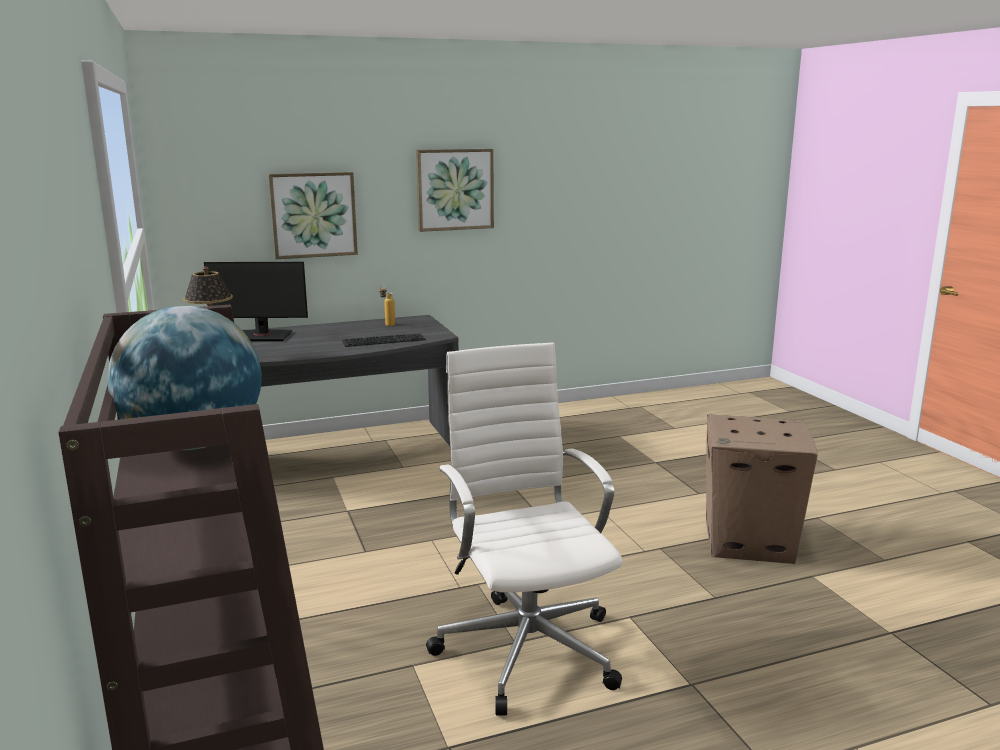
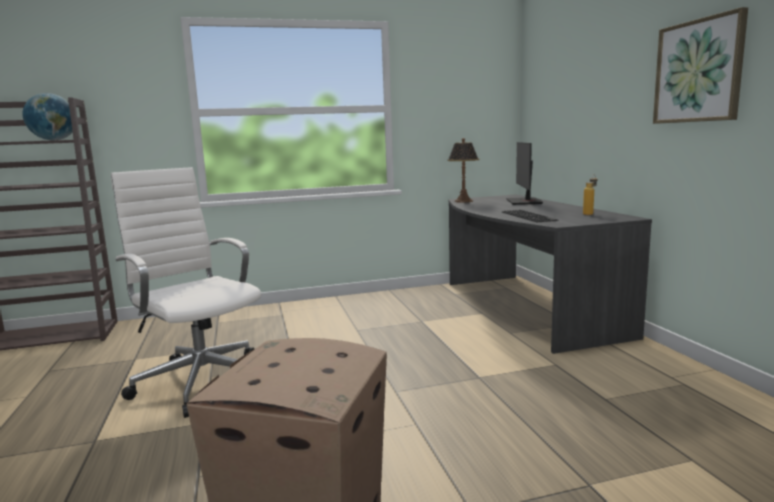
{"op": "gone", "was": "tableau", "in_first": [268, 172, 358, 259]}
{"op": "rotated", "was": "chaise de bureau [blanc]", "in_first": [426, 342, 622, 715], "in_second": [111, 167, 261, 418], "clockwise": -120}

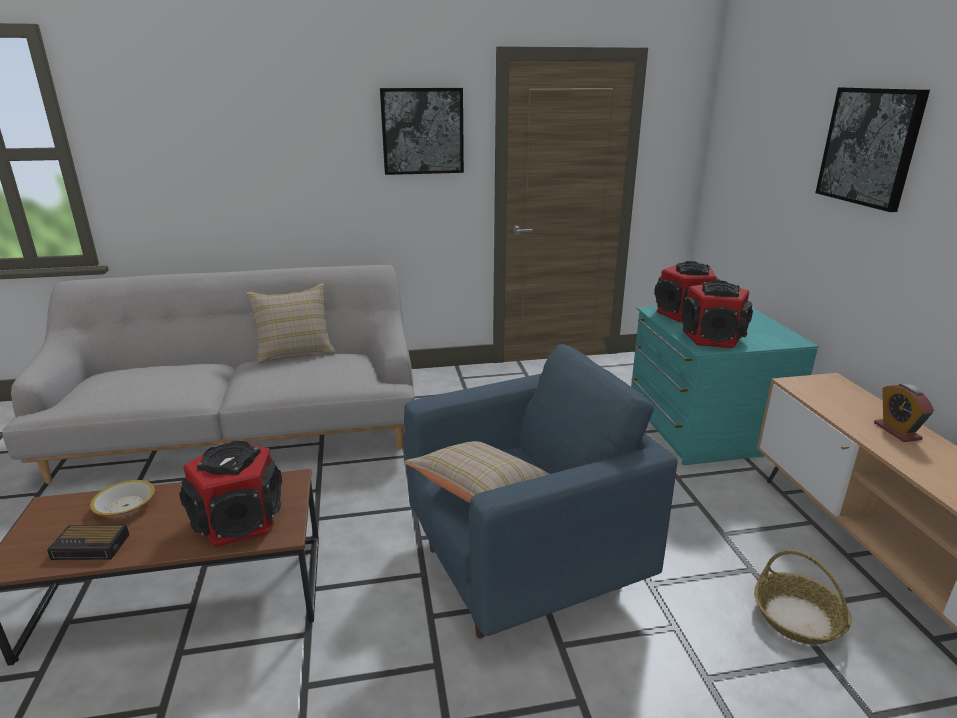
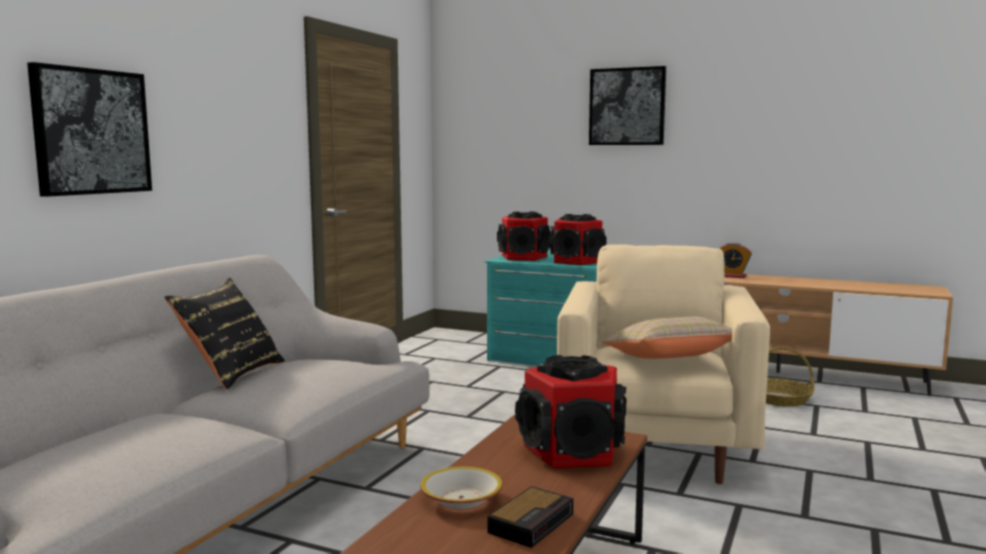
{"op": "shifted", "was": "tableau", "in_first": [380, 88, 464, 175], "in_second": [27, 62, 152, 197]}
{"op": "repainted", "was": "coussin [beige]", "now": "coussin [noir]", "in_first": [246, 283, 336, 364], "in_second": [164, 278, 285, 390]}
{"op": "repainted", "was": "fauteuil [bleu]", "now": "fauteuil [beige]", "in_first": [404, 344, 677, 639], "in_second": [557, 244, 770, 484]}

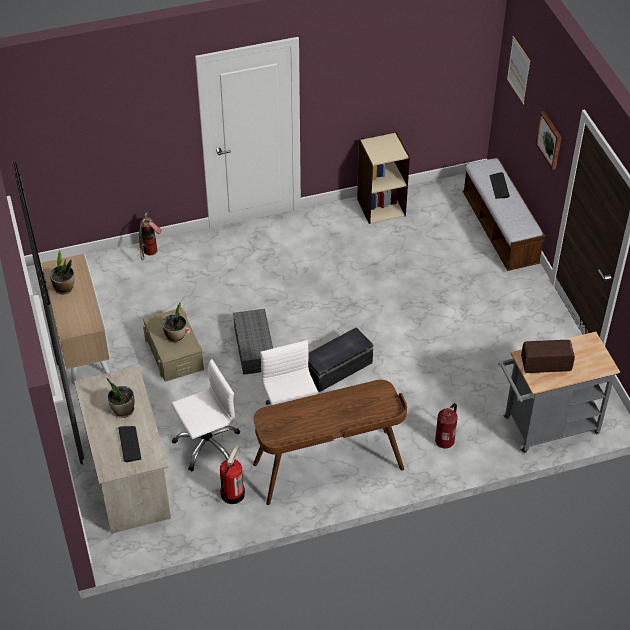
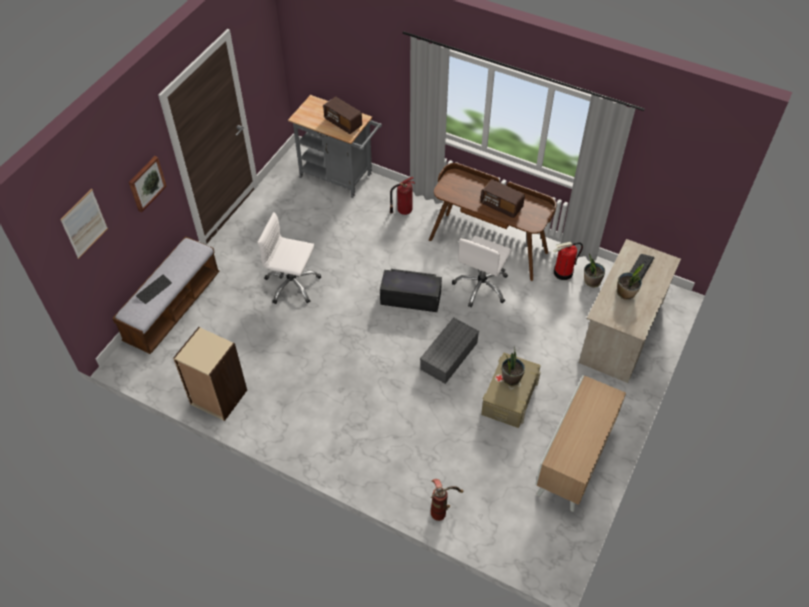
{"op": "new", "now": "radio", "in_second": [481, 179, 525, 218]}
{"op": "shifted", "was": "plante en pot", "in_first": [50, 250, 74, 294], "in_second": [584, 253, 605, 288]}
{"op": "shifted", "was": "chaise de bureau [blanc]", "in_first": [171, 359, 240, 471], "in_second": [257, 212, 321, 304]}

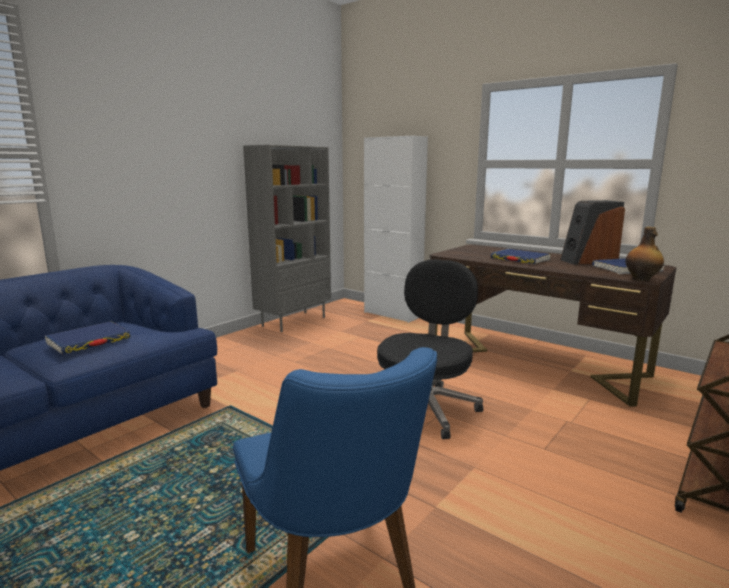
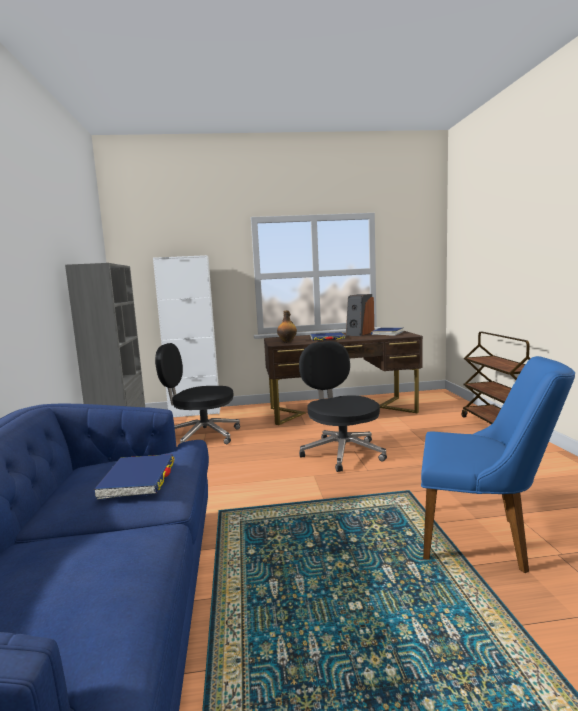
{"op": "new", "now": "chaise de bureau [noir]", "in_second": [155, 343, 240, 445]}
{"op": "shifted", "was": "bouteille", "in_first": [625, 227, 664, 281], "in_second": [277, 311, 297, 343]}

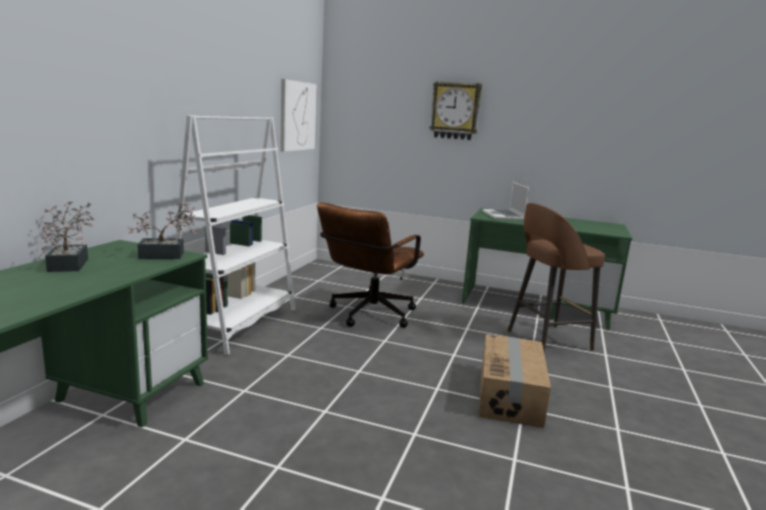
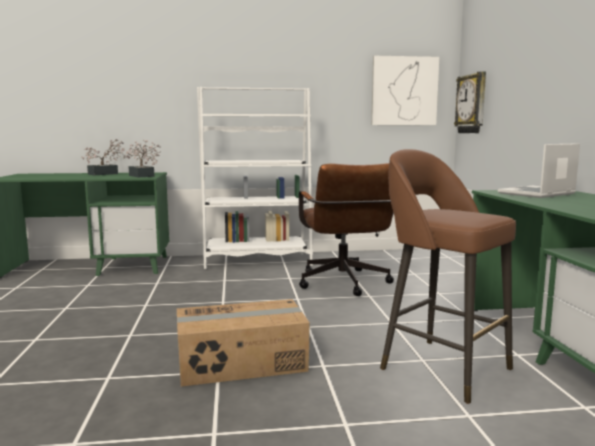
{"op": "shifted", "was": "horloge murale", "in_first": [430, 81, 482, 140], "in_second": [454, 71, 486, 133]}
{"op": "rotated", "was": "chaise de bureau [marron]", "in_first": [317, 203, 424, 328], "in_second": [299, 163, 394, 296], "clockwise": -105}

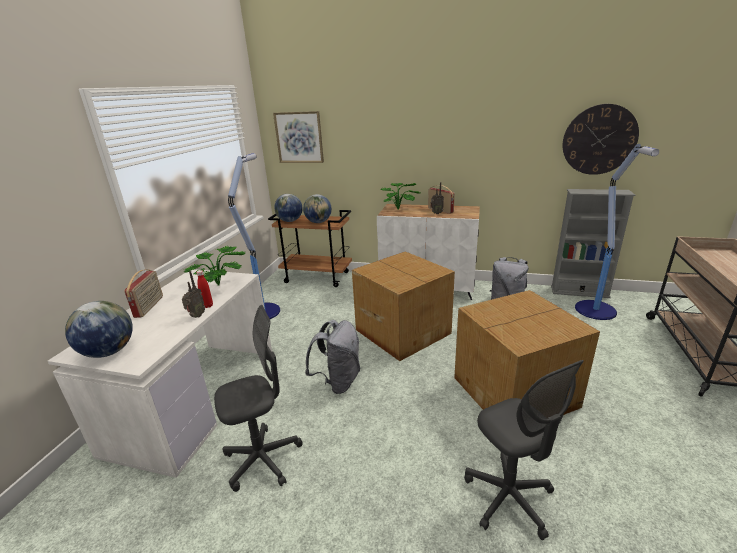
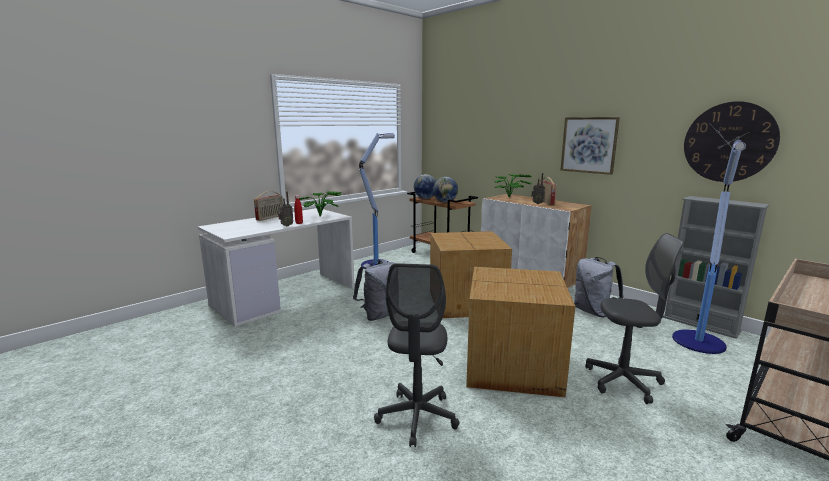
{"op": "gone", "was": "globe", "in_first": [65, 301, 133, 358]}
{"op": "shifted", "was": "chaise de bureau [gris]", "in_first": [214, 305, 303, 492], "in_second": [585, 233, 684, 404]}
{"op": "shifted", "was": "tableau", "in_first": [273, 111, 324, 163], "in_second": [560, 117, 620, 175]}

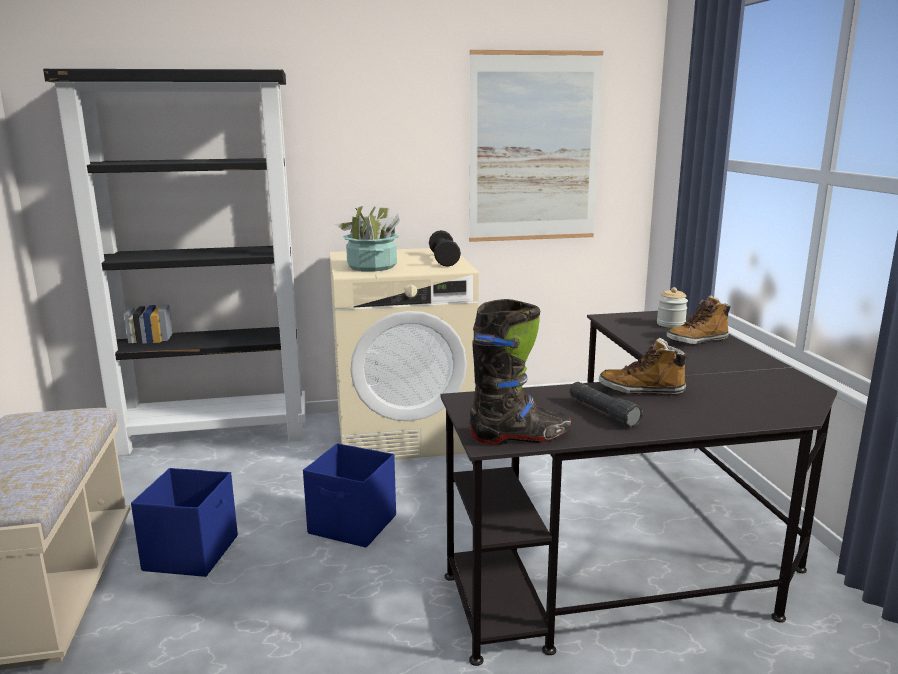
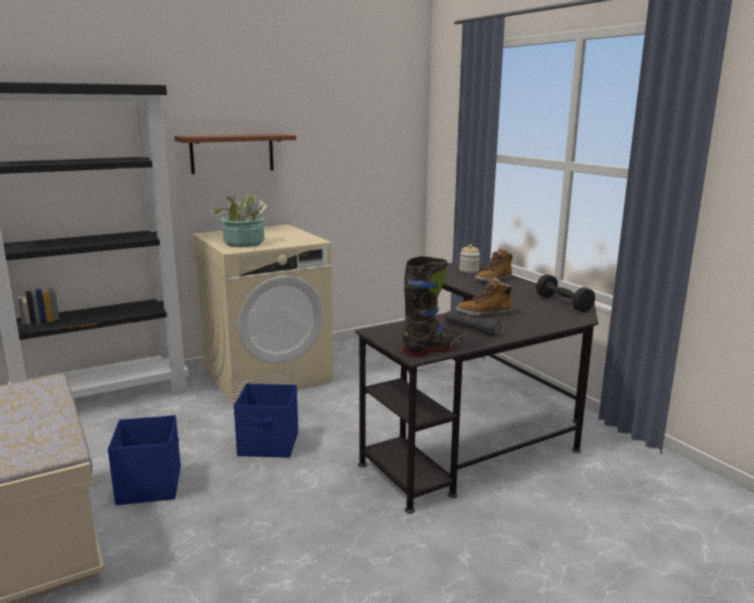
{"op": "gone", "was": "tableau", "in_first": [469, 50, 603, 242]}
{"op": "new", "now": "étagère [marron]", "in_second": [174, 134, 296, 174]}
{"op": "shifted", "was": "haltère [noir]", "in_first": [429, 230, 461, 267], "in_second": [536, 274, 595, 312]}

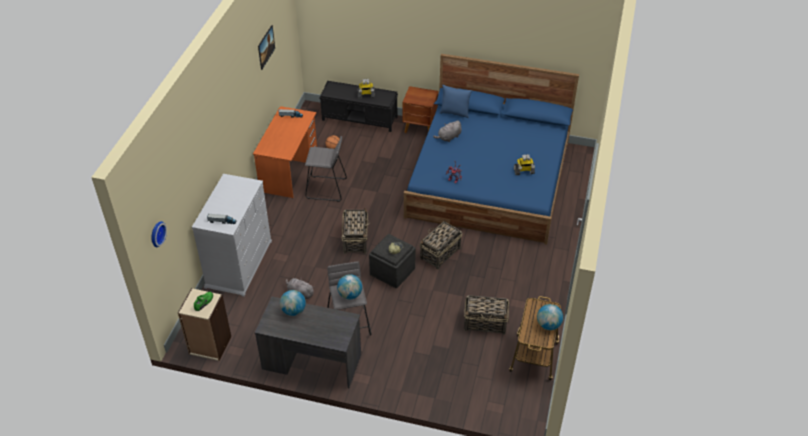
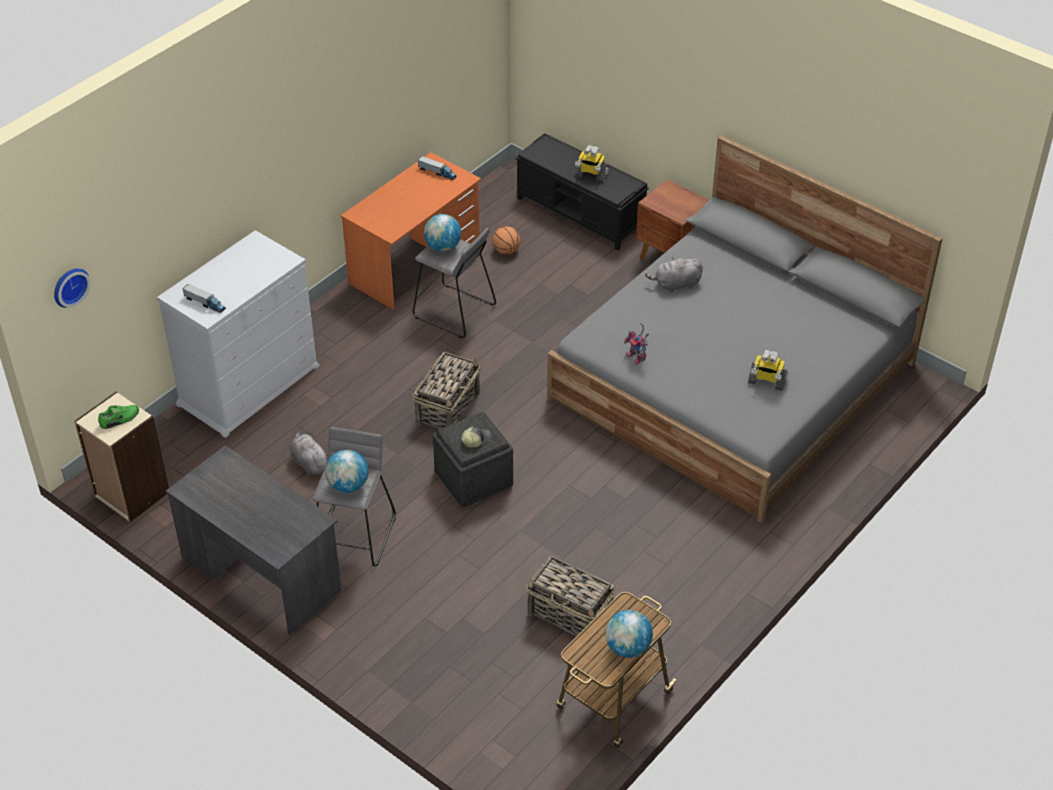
{"op": "gone", "was": "tableau", "in_first": [258, 25, 275, 70]}
{"op": "gone", "was": "panier", "in_first": [420, 220, 462, 270]}
{"op": "gone", "was": "coussin [bleu]", "in_first": [440, 85, 472, 119]}
{"op": "shifted", "was": "globe", "in_first": [280, 290, 306, 316], "in_second": [424, 214, 461, 252]}
{"op": "repainted", "was": "lit [bleu]", "now": "lit [gris]", "in_first": [404, 54, 579, 245], "in_second": [547, 135, 943, 523]}

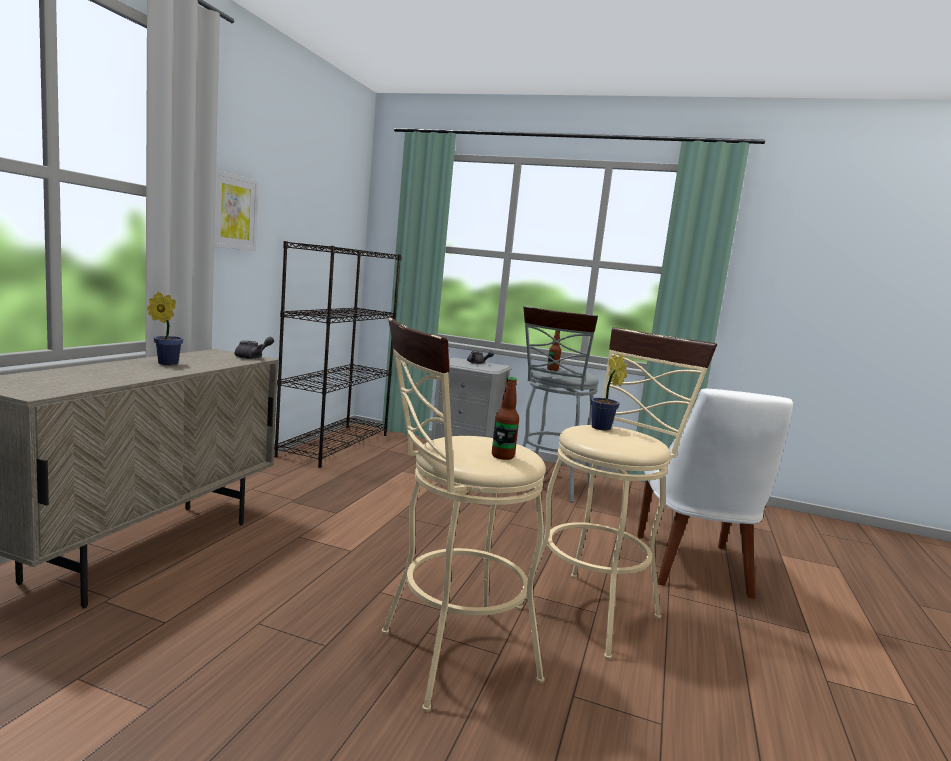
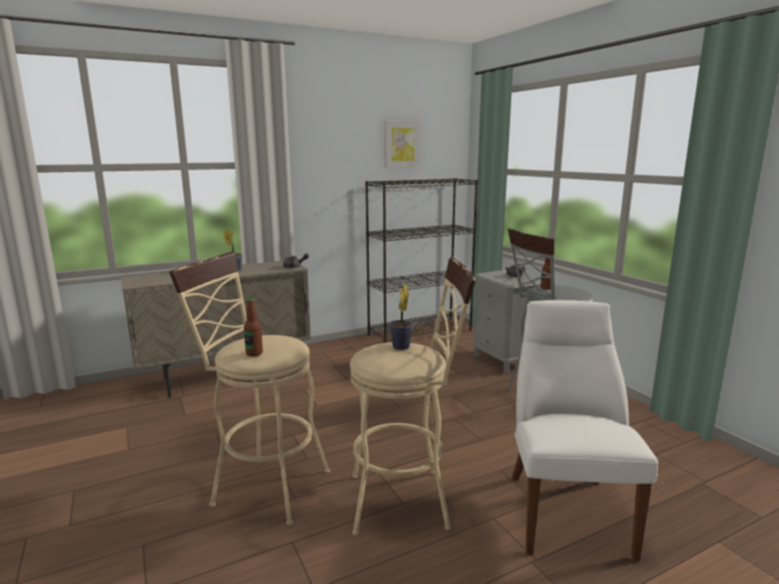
{"op": "shifted", "was": "tableau", "in_first": [214, 170, 258, 251], "in_second": [384, 121, 420, 168]}
{"op": "rotated", "was": "chaise [blanc]", "in_first": [637, 389, 793, 599], "in_second": [511, 300, 658, 561], "clockwise": 135}

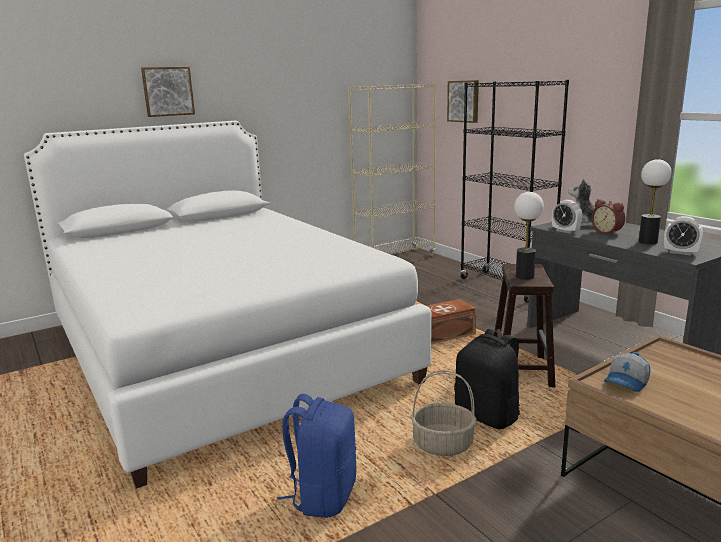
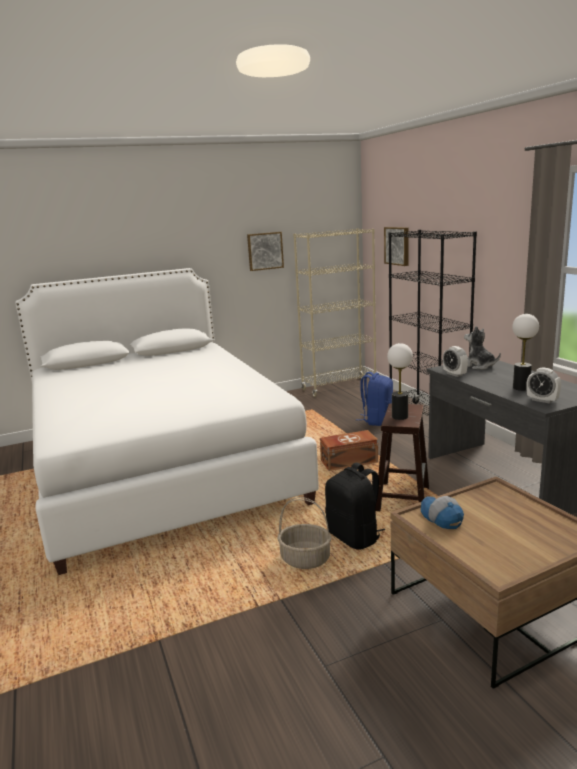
{"op": "gone", "was": "réveil", "in_first": [591, 199, 625, 235]}
{"op": "shifted", "was": "tableau", "in_first": [141, 67, 195, 117], "in_second": [247, 232, 284, 271]}
{"op": "shifted", "was": "sac à dos [bleu]", "in_first": [277, 394, 356, 518], "in_second": [360, 372, 393, 426]}
{"op": "rotated", "was": "casquette", "in_first": [604, 352, 651, 392], "in_second": [421, 496, 464, 529], "clockwise": 105}

